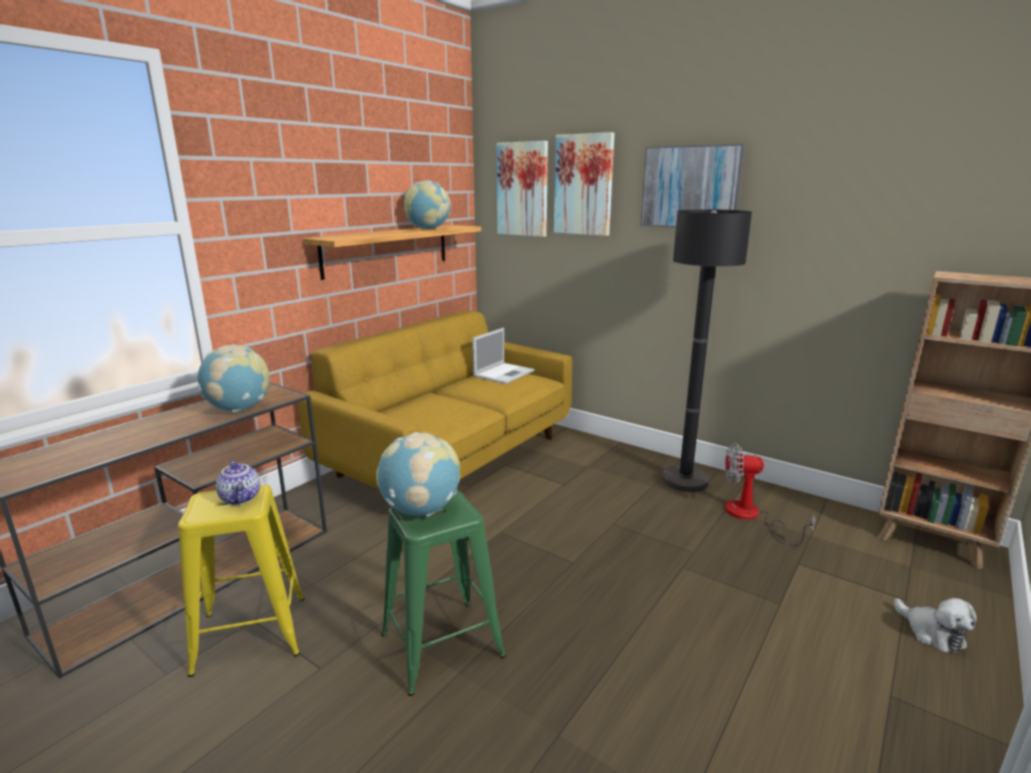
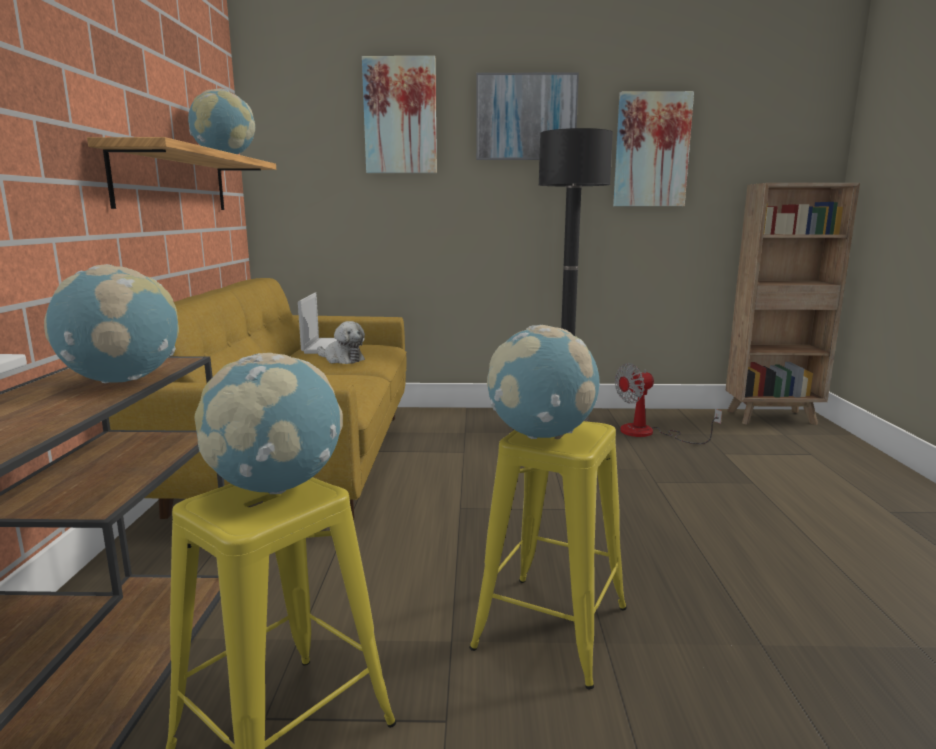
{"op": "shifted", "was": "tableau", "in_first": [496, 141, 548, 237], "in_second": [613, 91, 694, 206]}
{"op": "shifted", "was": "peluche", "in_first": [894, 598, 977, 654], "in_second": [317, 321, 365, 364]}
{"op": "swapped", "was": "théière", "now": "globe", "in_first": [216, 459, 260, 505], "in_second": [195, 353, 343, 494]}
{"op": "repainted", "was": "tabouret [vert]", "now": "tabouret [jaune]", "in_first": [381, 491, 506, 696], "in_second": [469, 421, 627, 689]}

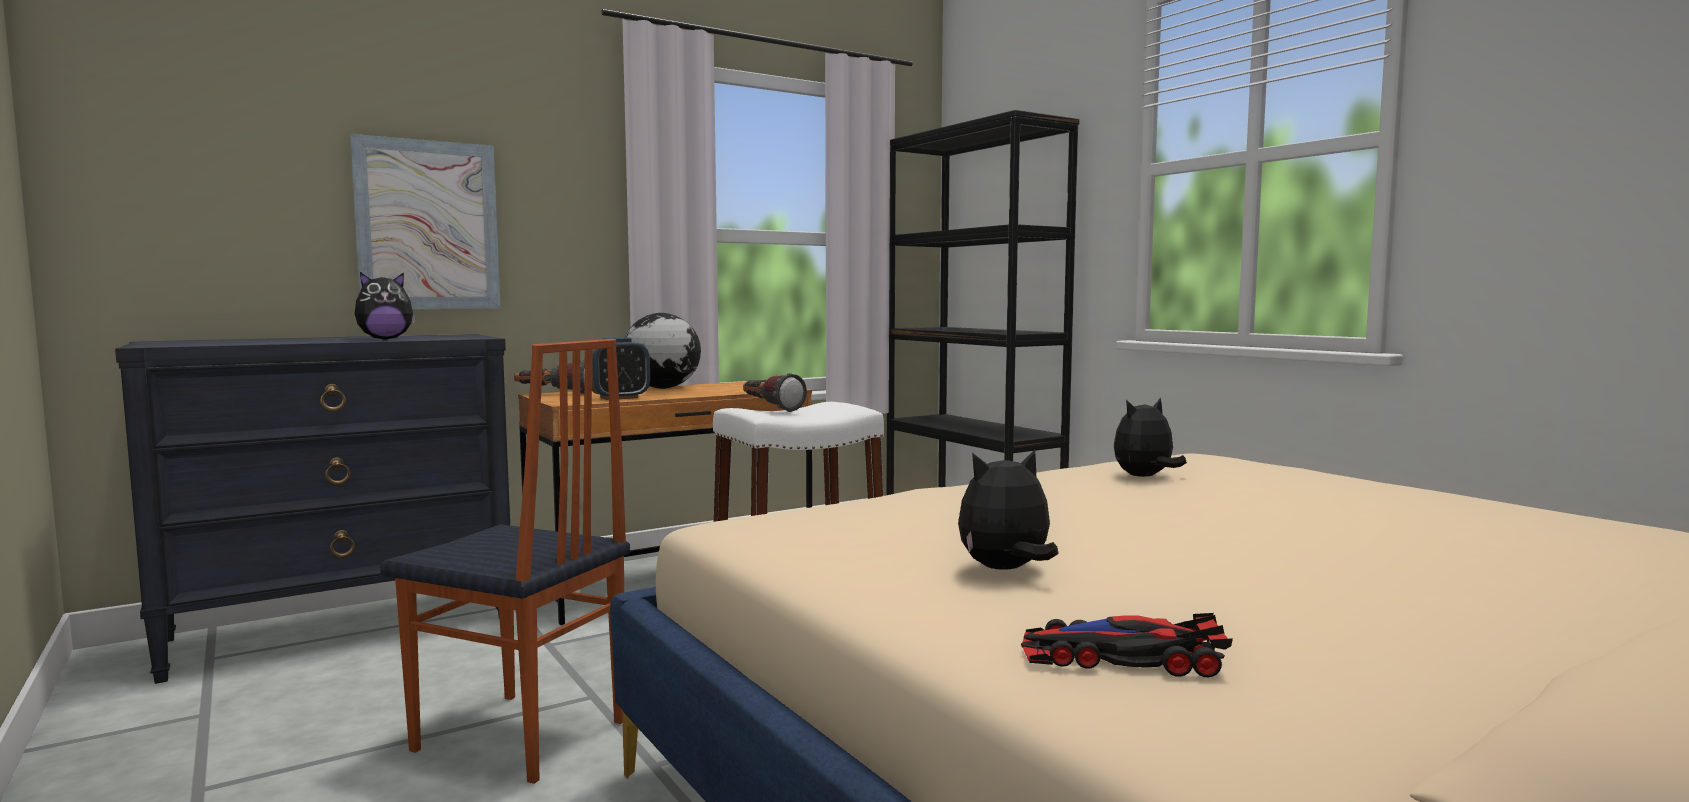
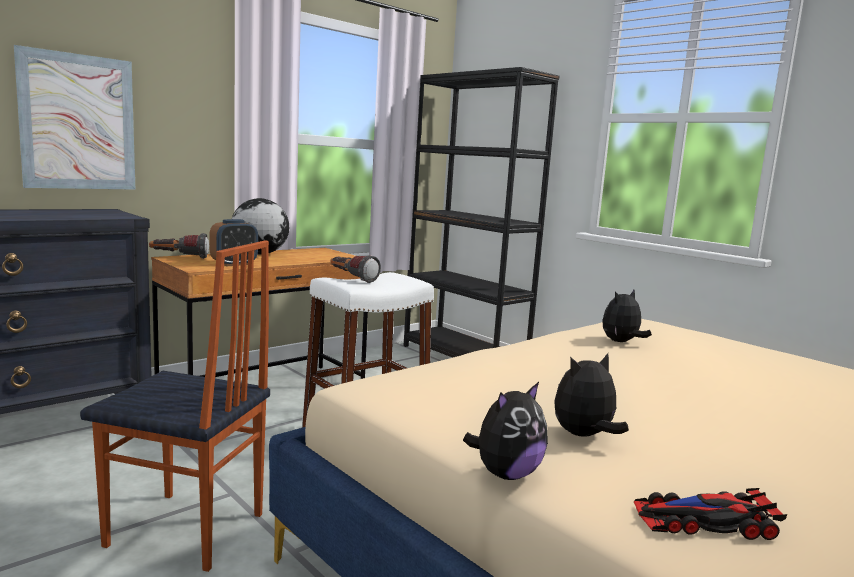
{"op": "shifted", "was": "peluche", "in_first": [355, 272, 416, 340], "in_second": [463, 382, 548, 480]}

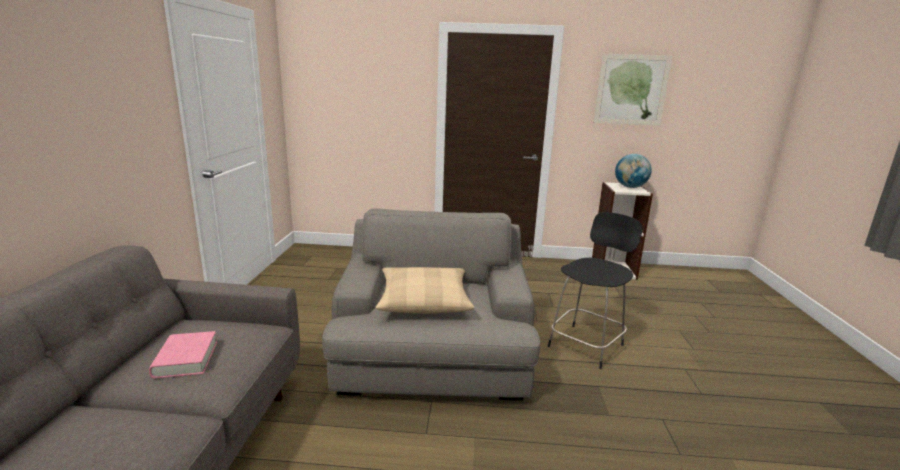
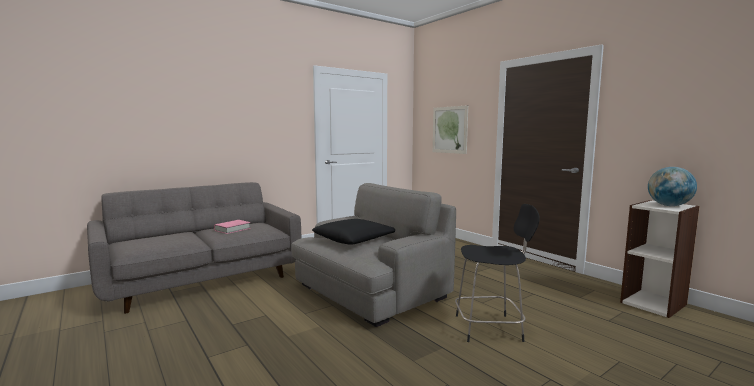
{"op": "shifted", "was": "tableau", "in_first": [594, 54, 672, 126], "in_second": [433, 105, 468, 154]}
{"op": "repainted", "was": "coussin [beige]", "now": "coussin [noir]", "in_first": [376, 267, 474, 314], "in_second": [312, 219, 395, 244]}

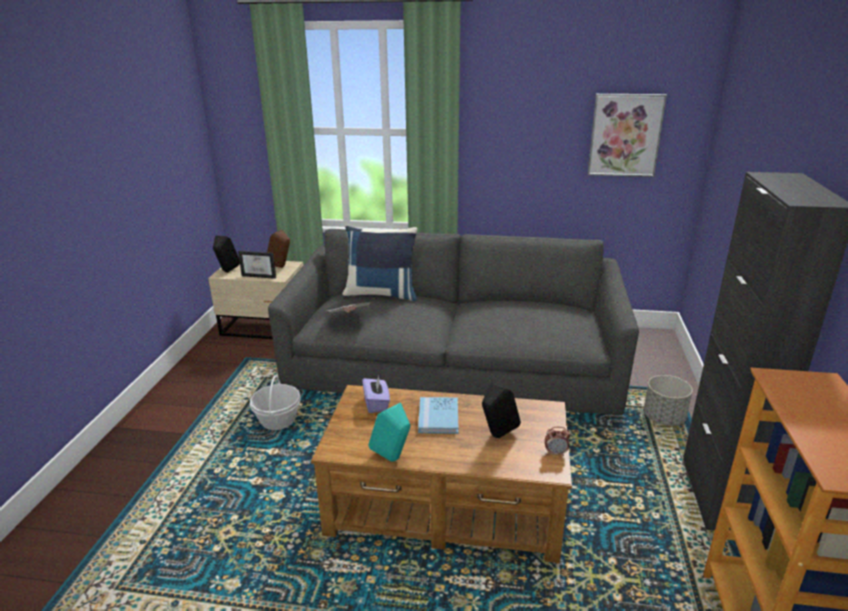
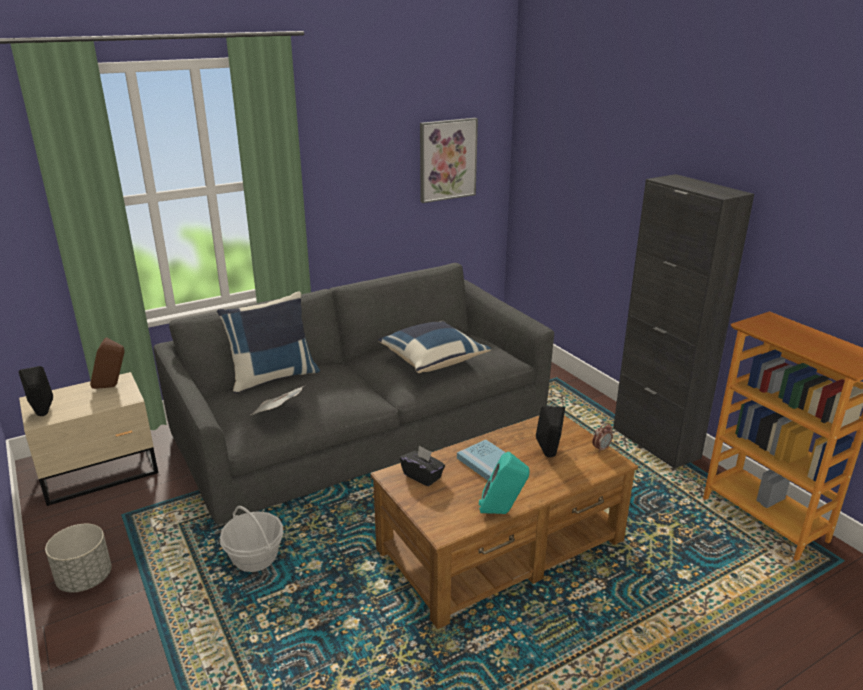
{"op": "gone", "was": "cadre photo", "in_first": [238, 251, 276, 279]}
{"op": "new", "now": "coussin [bleu]", "in_second": [378, 321, 491, 373]}
{"op": "shifted", "was": "cache-pot [gris]", "in_first": [644, 375, 693, 426], "in_second": [45, 524, 112, 593]}
{"op": "repainted", "was": "boîte à mouchoirs [violet]", "now": "boîte à mouchoirs [noir]", "in_first": [362, 376, 390, 413], "in_second": [400, 445, 445, 486]}

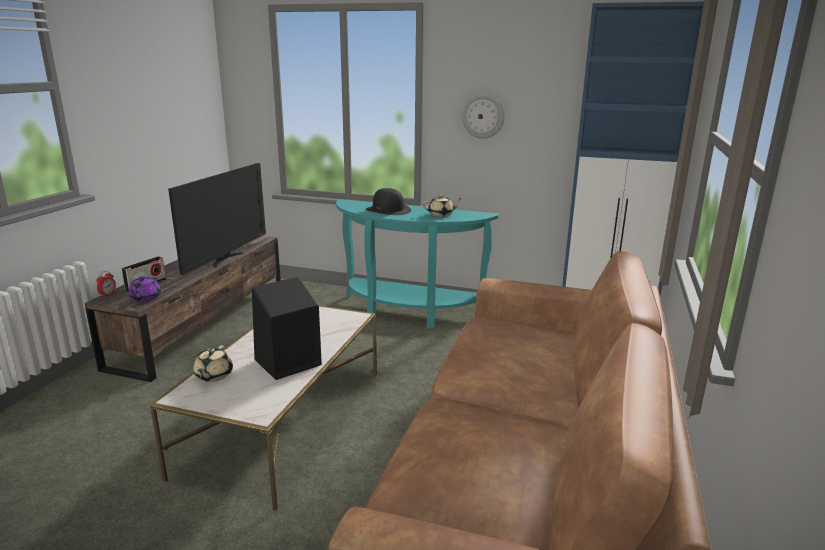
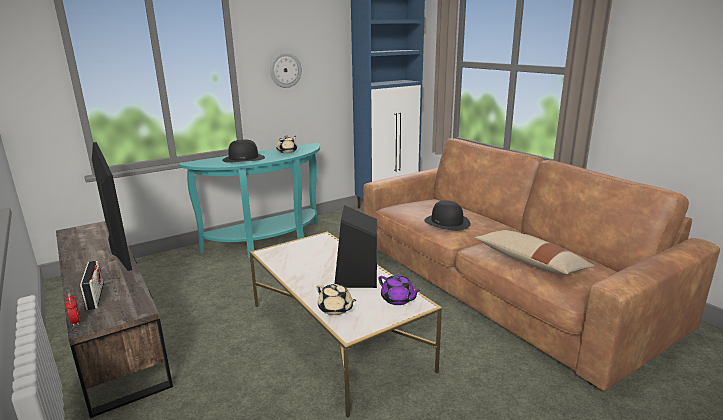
{"op": "new", "now": "chapeau [noir]", "in_second": [424, 200, 470, 231]}
{"op": "new", "now": "coussin [beige]", "in_second": [475, 230, 595, 275]}
{"op": "shifted", "was": "théière [violet]", "in_first": [128, 276, 161, 302], "in_second": [378, 275, 421, 305]}

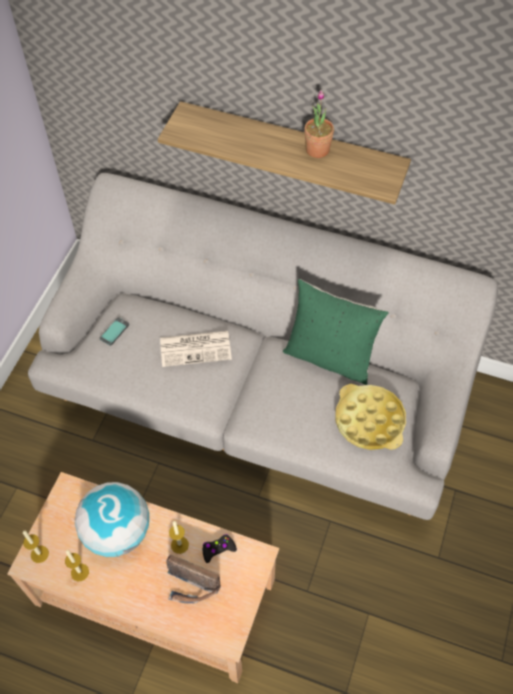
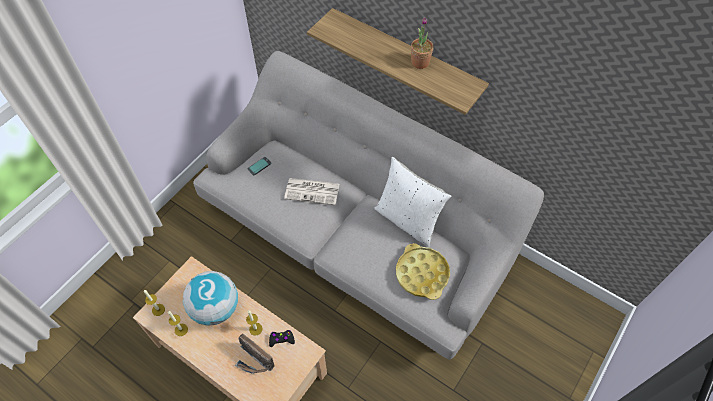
{"op": "repainted", "was": "coussin [vert]", "now": "coussin [blanc]", "in_first": [283, 279, 389, 385], "in_second": [374, 157, 451, 247]}

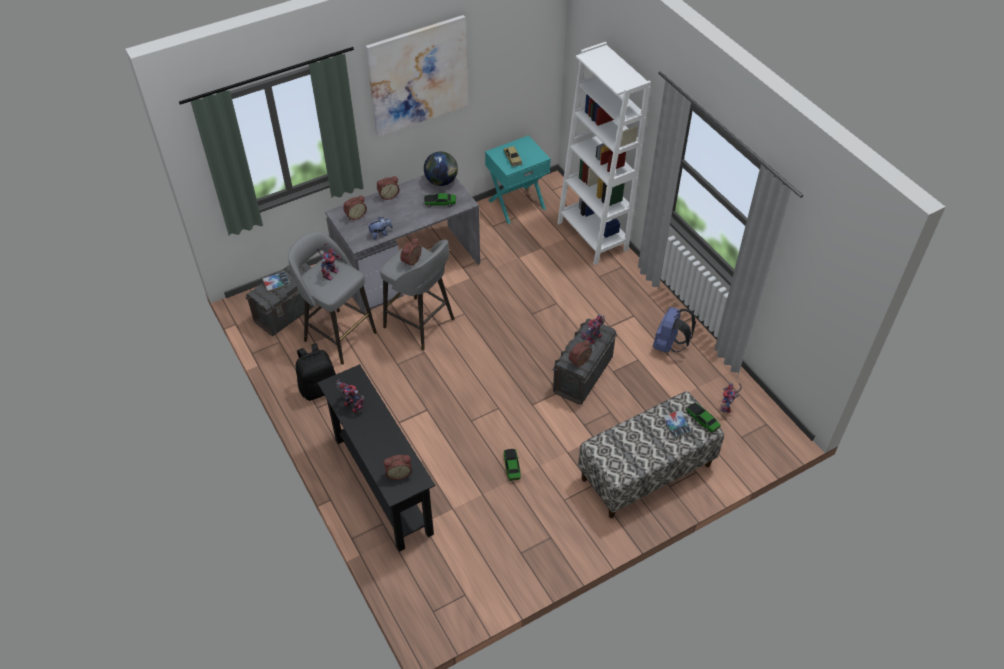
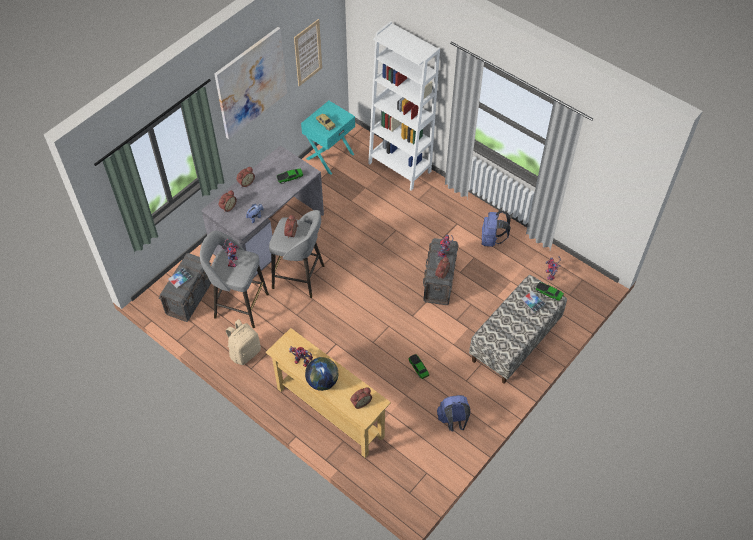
{"op": "new", "now": "tableau", "in_second": [294, 19, 322, 86]}
{"op": "new", "now": "sac à dos [bleu]", "in_second": [437, 395, 470, 432]}
{"op": "shifted", "was": "globe", "in_first": [424, 151, 458, 186], "in_second": [305, 357, 338, 391]}
{"op": "repainted", "was": "sac à dos [noir]", "now": "sac à dos [beige]", "in_first": [296, 343, 336, 401], "in_second": [226, 319, 261, 365]}
{"op": "repainted", "was": "table console [noir]", "now": "table console [beige]", "in_first": [318, 364, 435, 552], "in_second": [266, 328, 391, 458]}

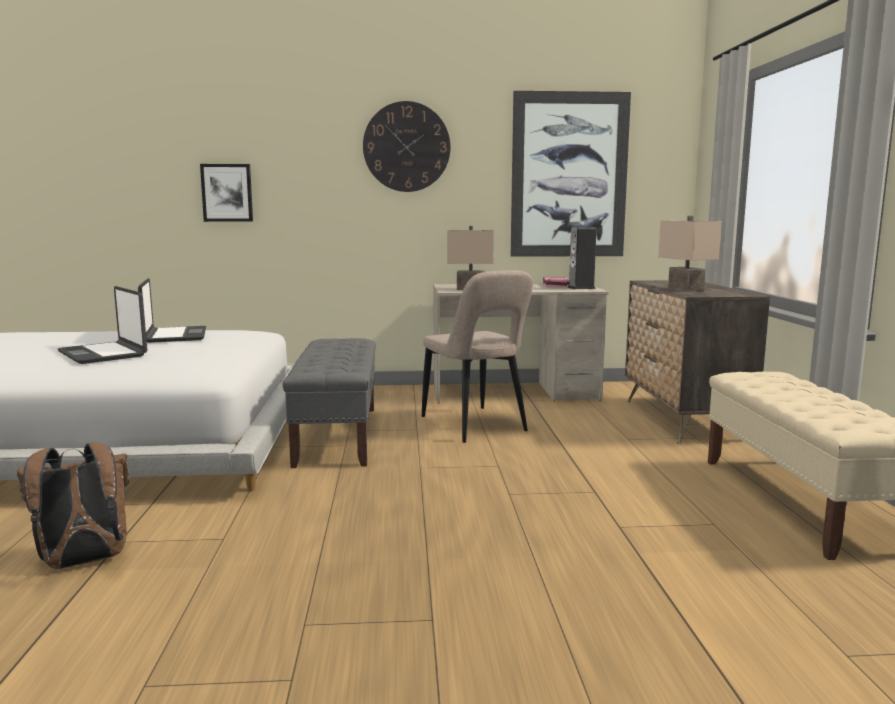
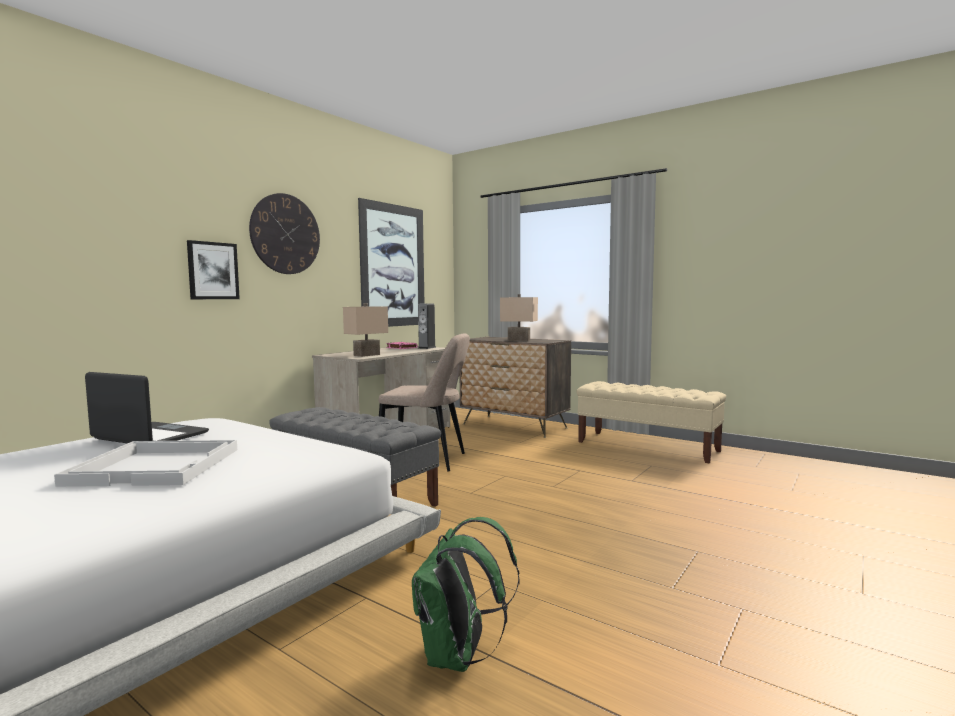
{"op": "shifted", "was": "tableau", "in_first": [200, 164, 253, 222], "in_second": [187, 240, 240, 299]}
{"op": "swapped", "was": "ordinateur portable", "now": "plateau [blanc]", "in_first": [58, 286, 147, 364], "in_second": [54, 440, 237, 487]}
{"op": "repainted", "was": "sac à dos [marron]", "now": "sac à dos [vert]", "in_first": [17, 443, 129, 569], "in_second": [412, 517, 519, 672]}

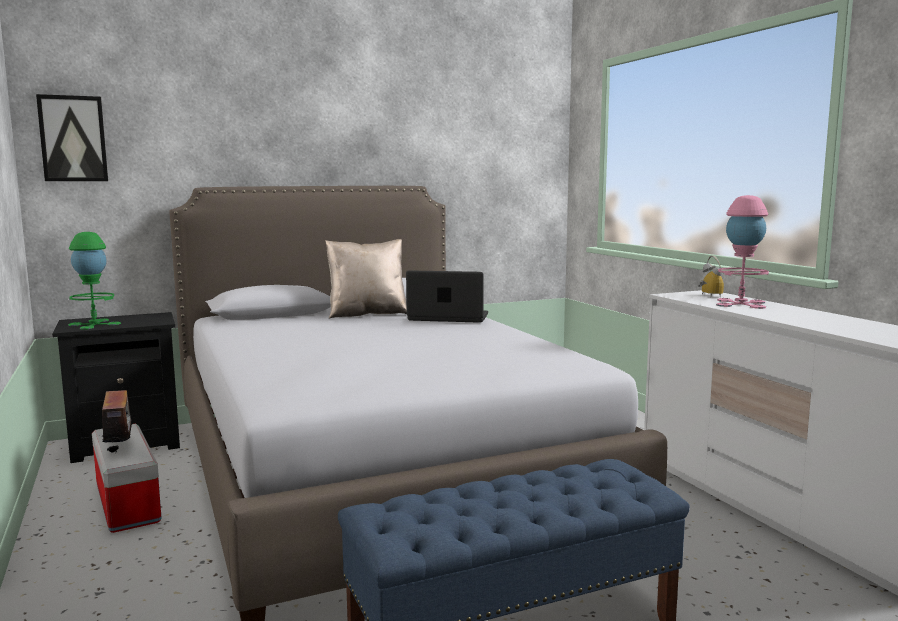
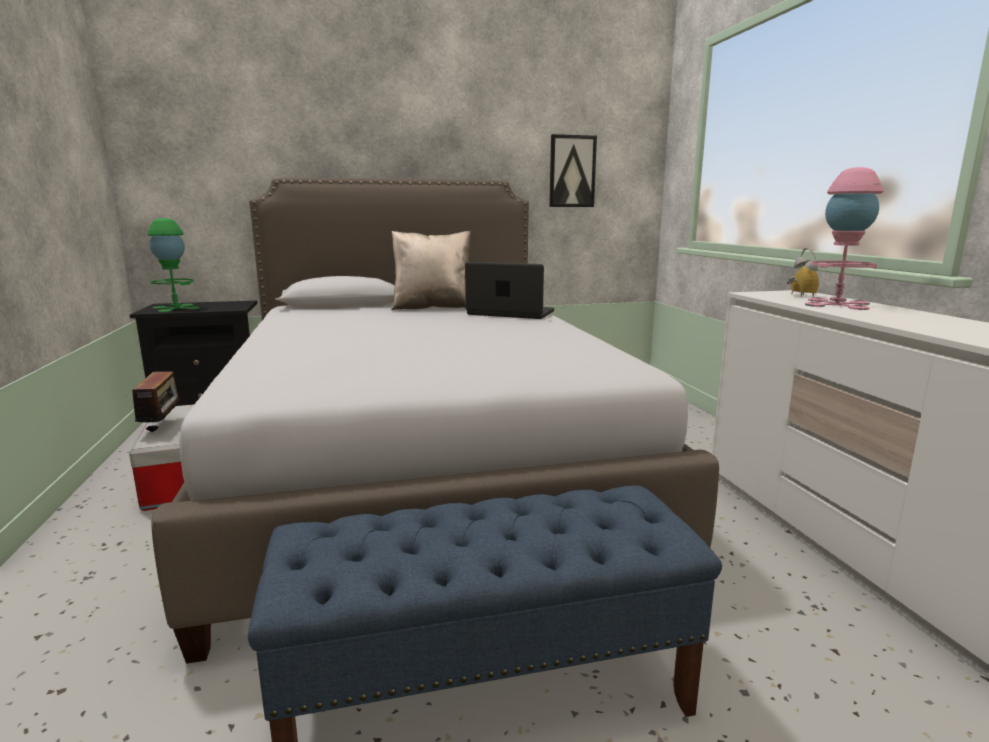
{"op": "shifted", "was": "tableau", "in_first": [36, 94, 108, 181], "in_second": [549, 134, 597, 207]}

